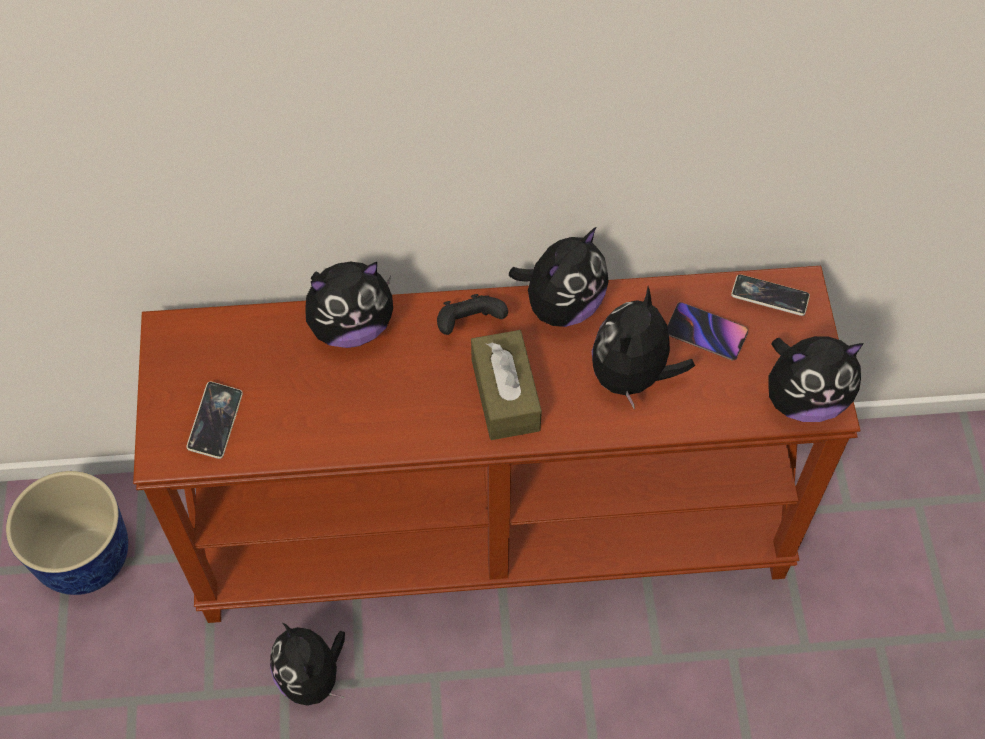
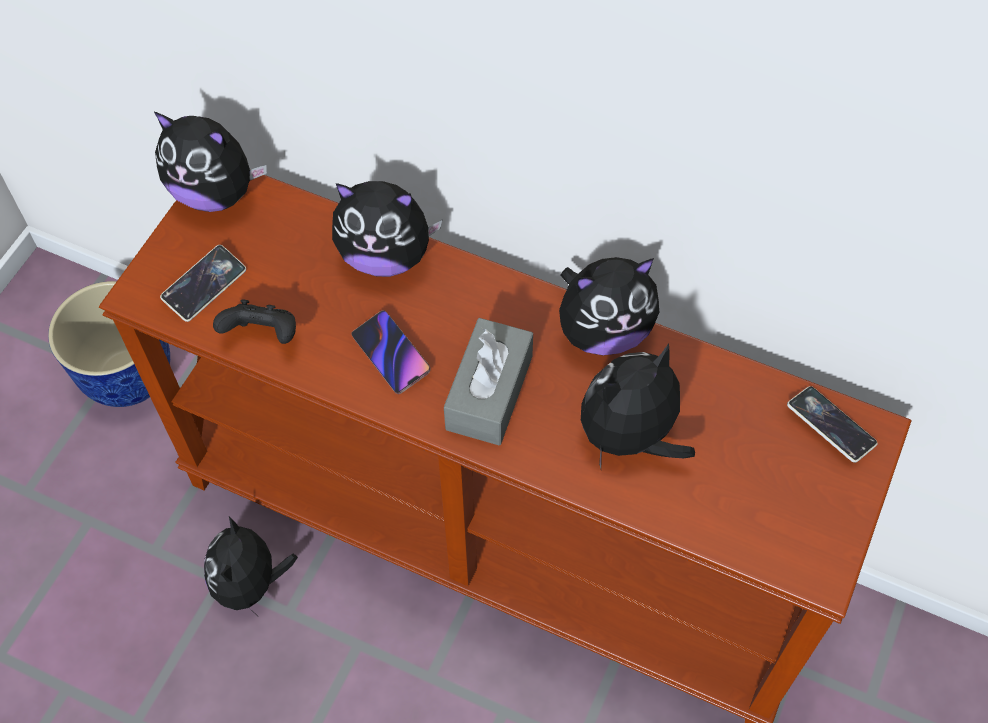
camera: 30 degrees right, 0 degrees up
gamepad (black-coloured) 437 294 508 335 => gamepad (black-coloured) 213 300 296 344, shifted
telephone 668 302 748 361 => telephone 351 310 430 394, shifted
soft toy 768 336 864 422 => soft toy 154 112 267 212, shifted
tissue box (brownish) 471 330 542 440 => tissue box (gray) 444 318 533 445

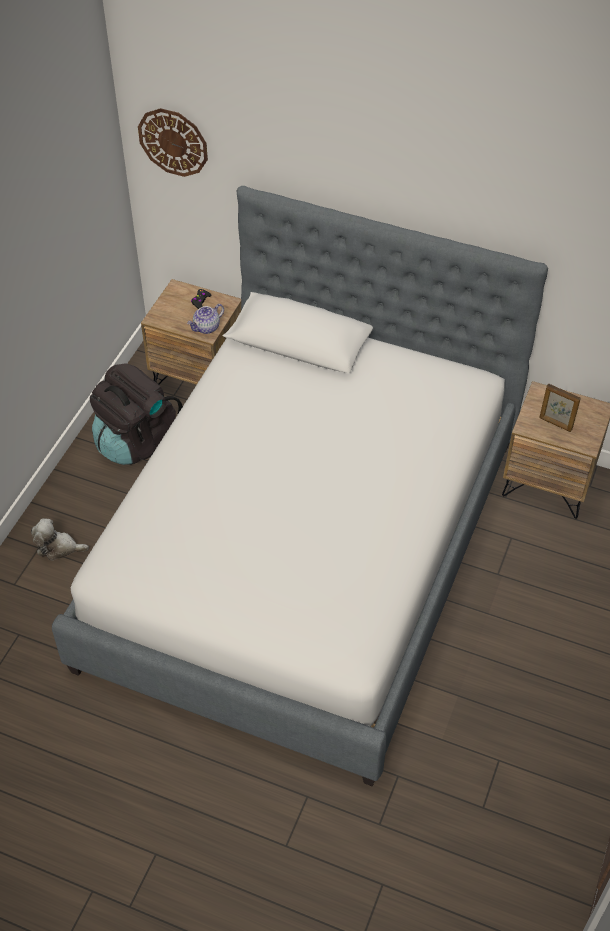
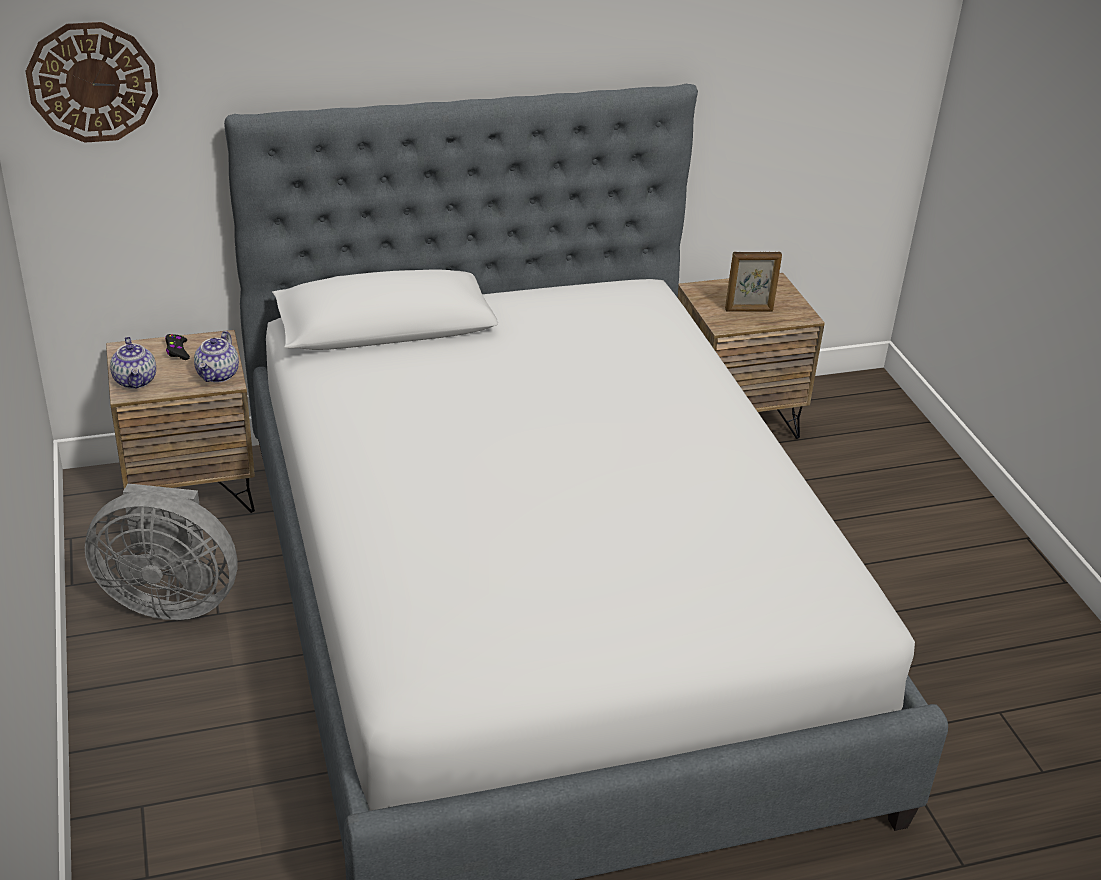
camera: 40 degrees left, 15 degrees down
soft toy 31 518 89 561 => nothing
nothing => teapot 110 337 156 389
backpack (black-coloured) 90 363 183 465 => fan (gray) 85 483 237 620

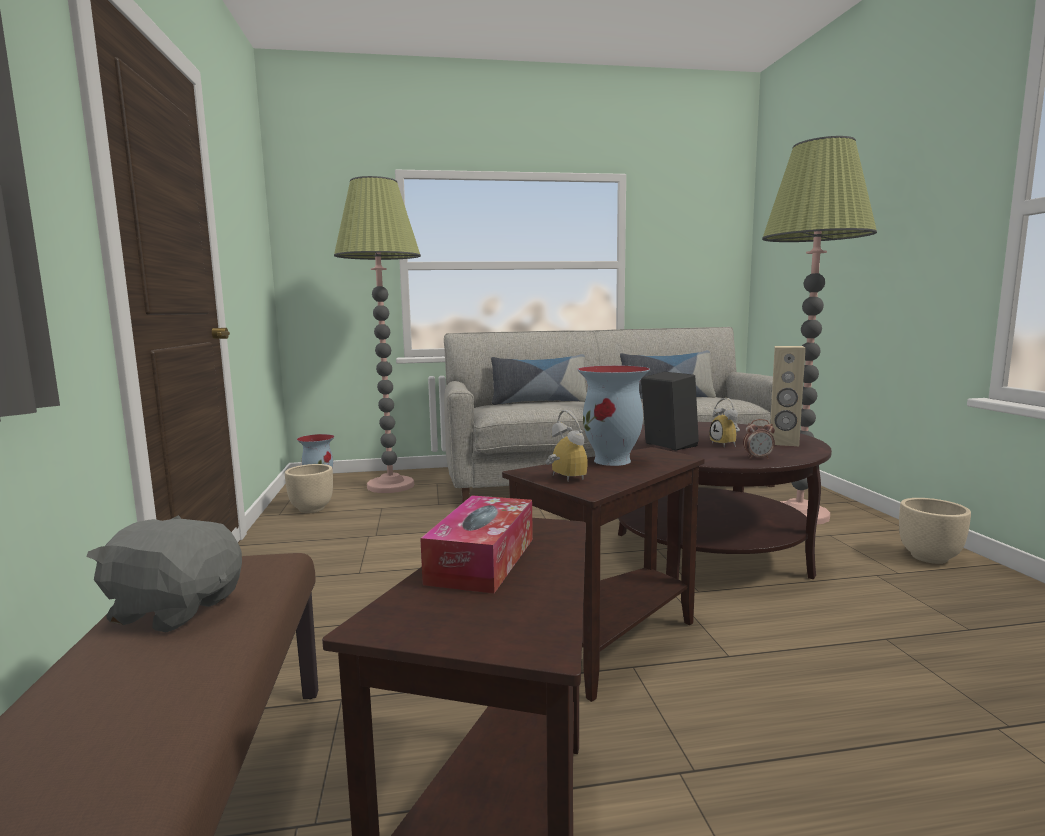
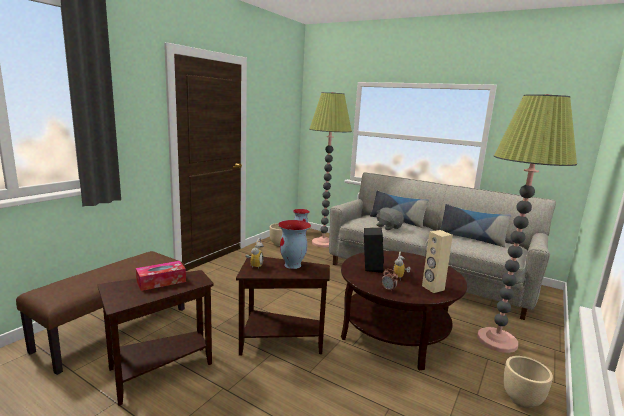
camera: 40 degrees right, 5 degrees up
soft toy (gray) 86 515 242 632 => soft toy (gray) 376 207 404 230, shifted

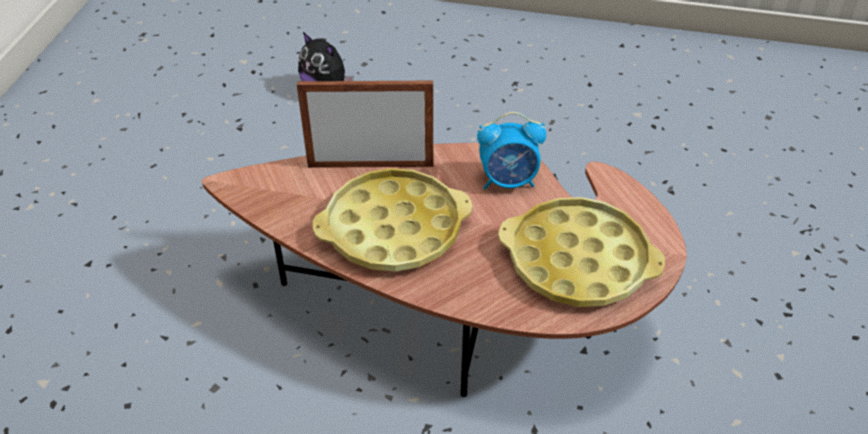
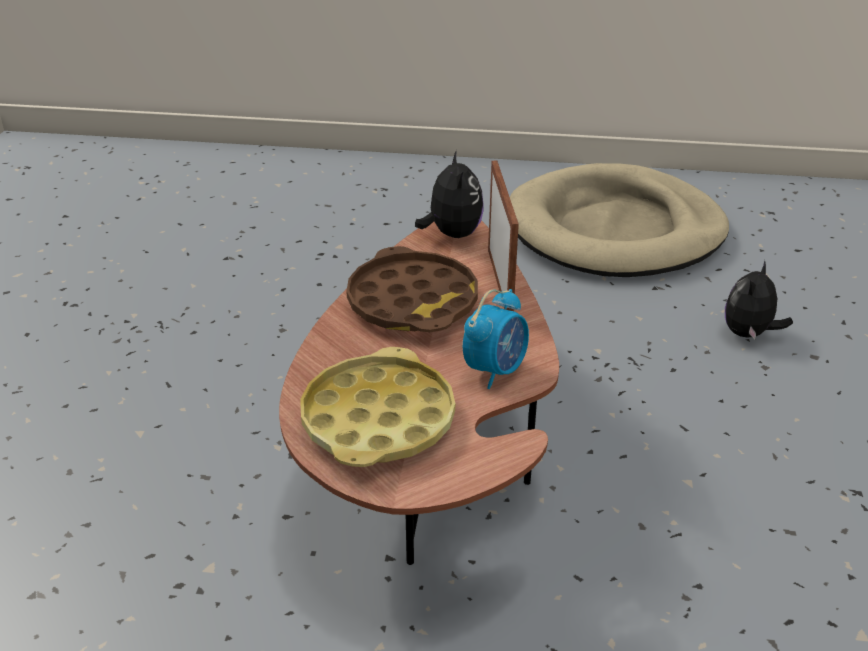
camera: 85 degrees right, 10 degrees down
nothing => soft toy 415 150 484 238
nothing => dog bed (beige-coloured) 510 163 729 277
carrying tray (yellow) 313 168 473 272 => carrying tray (brownish) 346 246 478 332
table clock 477 112 546 189 => table clock 463 289 529 389, 135 degrees counterclockwise

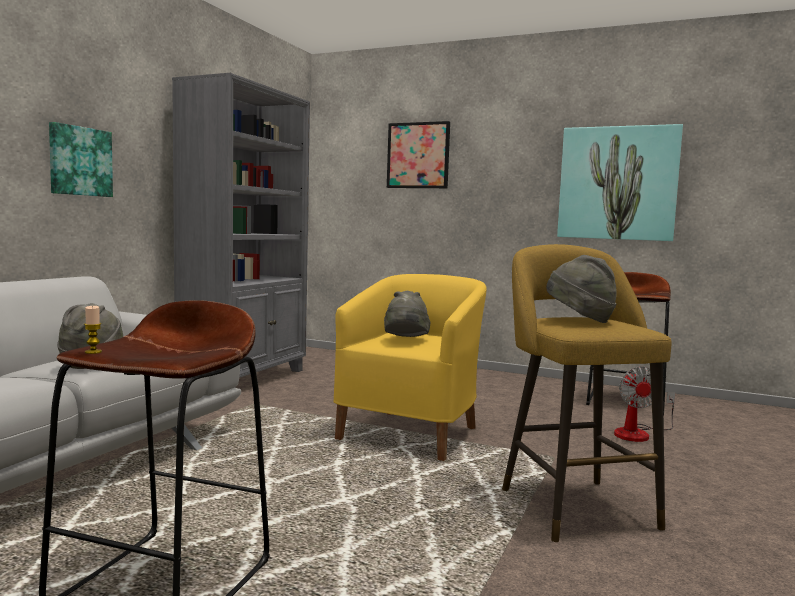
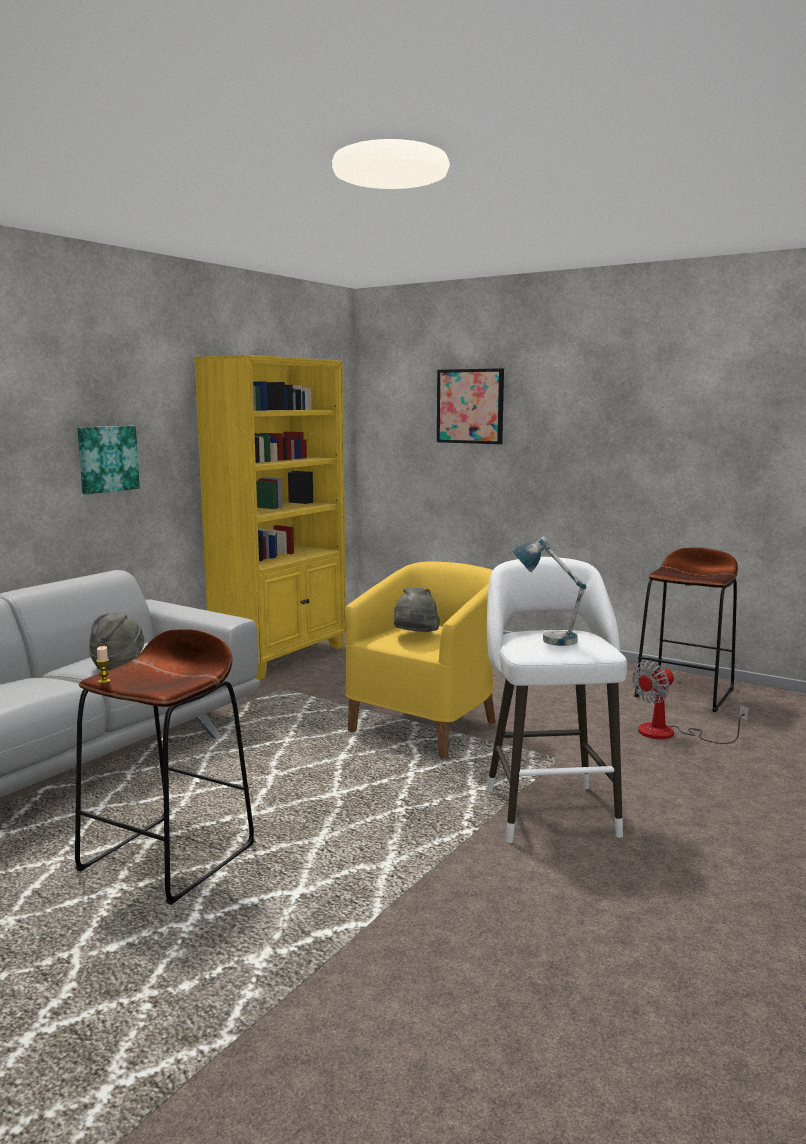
camera: 10 degrees right, 5 degrees up
wall picture 557 124 683 241 => nothing
wearable hat (gray) 546 255 617 323 => table lamp 512 537 586 646
shelving unit (gray) 172 73 310 378 => shelving unit (yellow) 194 355 346 680
sitting stool (yellow) 502 244 671 542 => sitting stool (white) 486 557 627 843
fan 614 367 675 442 => fan 632 660 749 744, 45 degrees clockwise

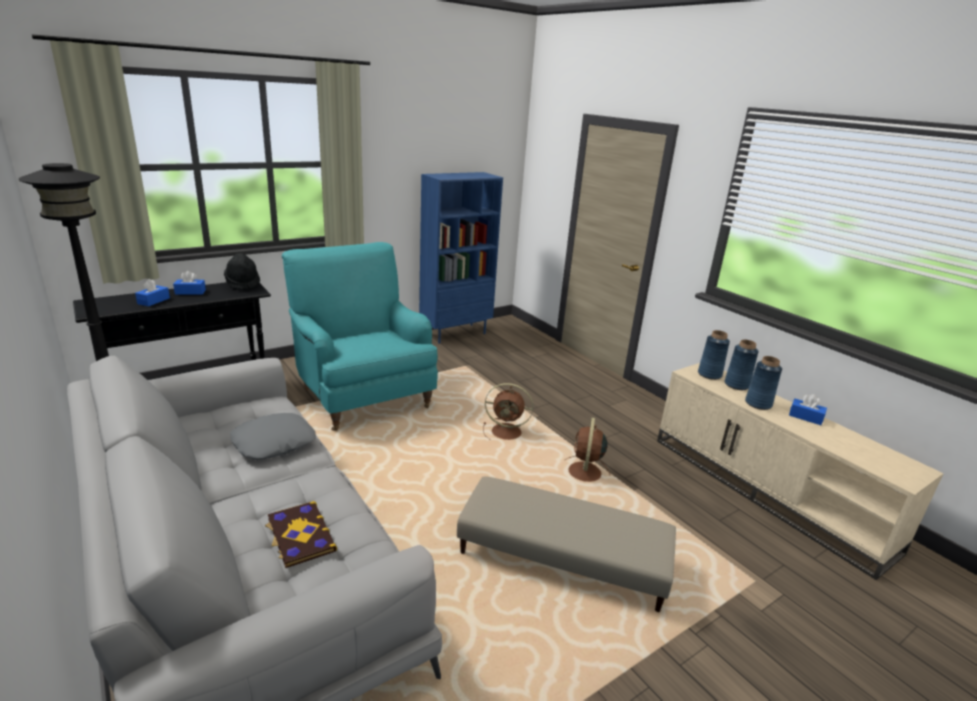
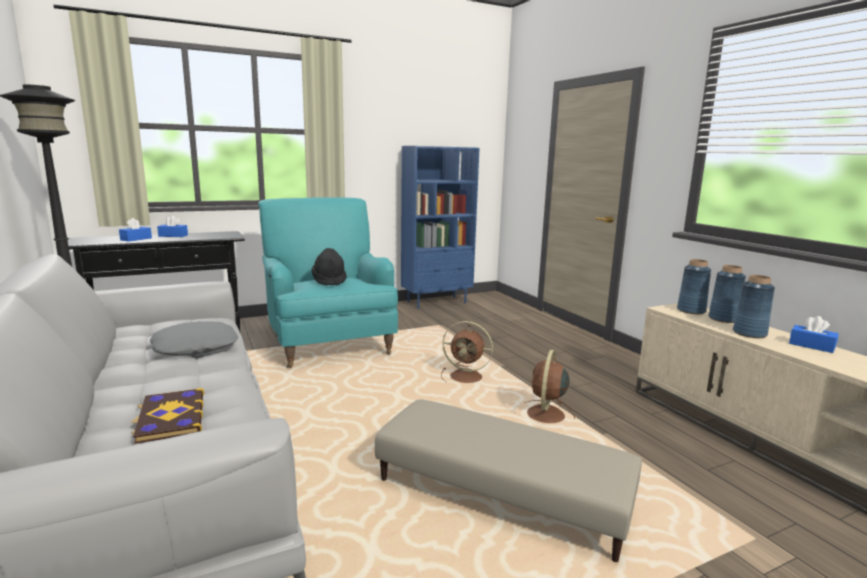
camera: 10 degrees right, 10 degrees down
wearable hat (black-coloured) 224 253 260 290 => wearable hat (black-coloured) 311 248 347 286, shifted

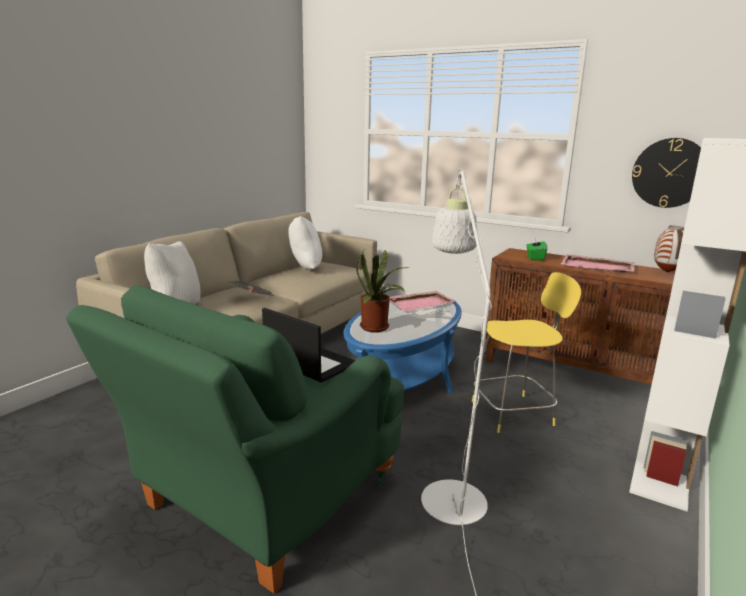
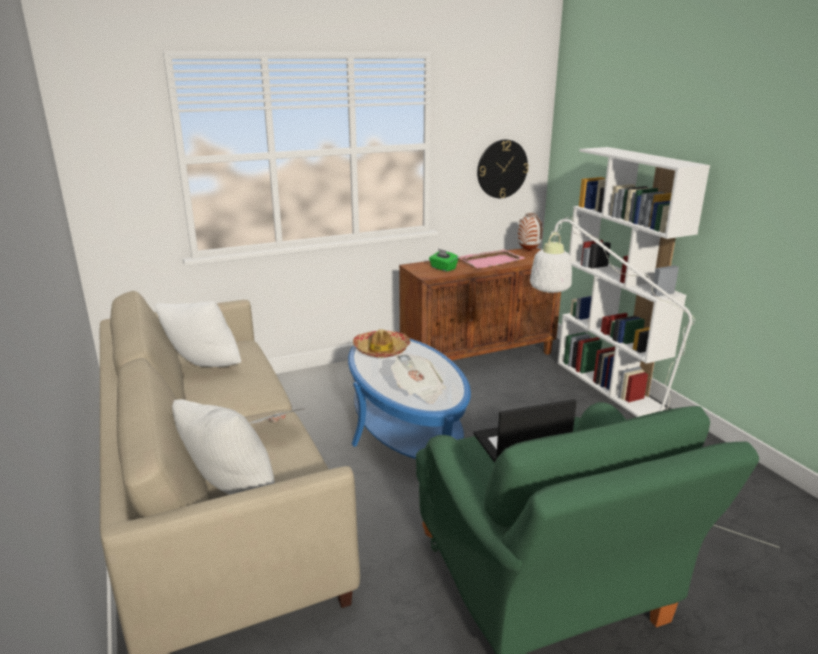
camera: 55 degrees left, 5 degrees up
sitting stool (yellow) 472 272 581 433 => nothing
plant in a pot 356 249 411 332 => printed paper 391 353 446 404
carrying tray (pink-coloured) 390 291 456 311 => wearable hat 353 329 410 358

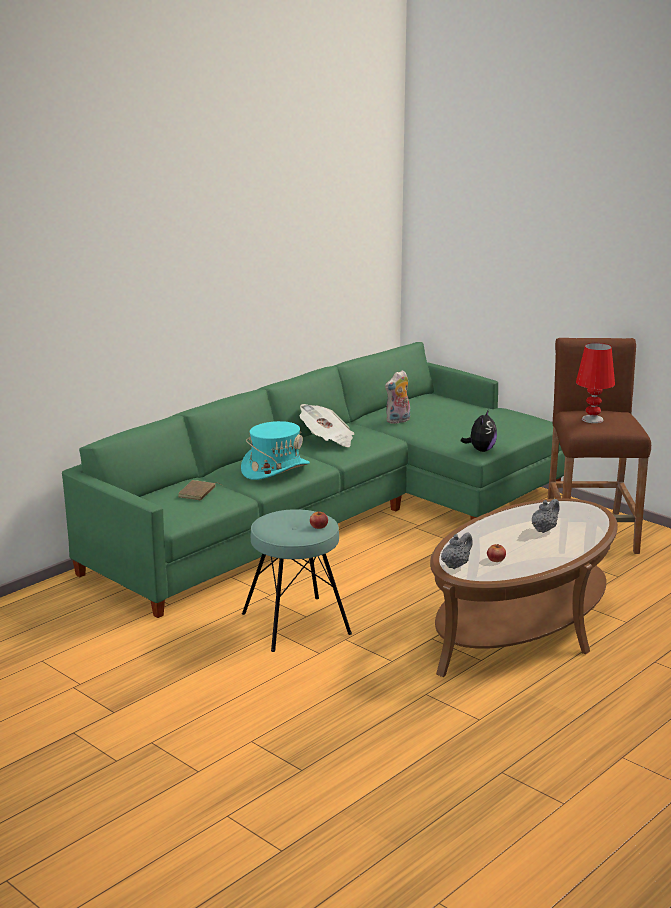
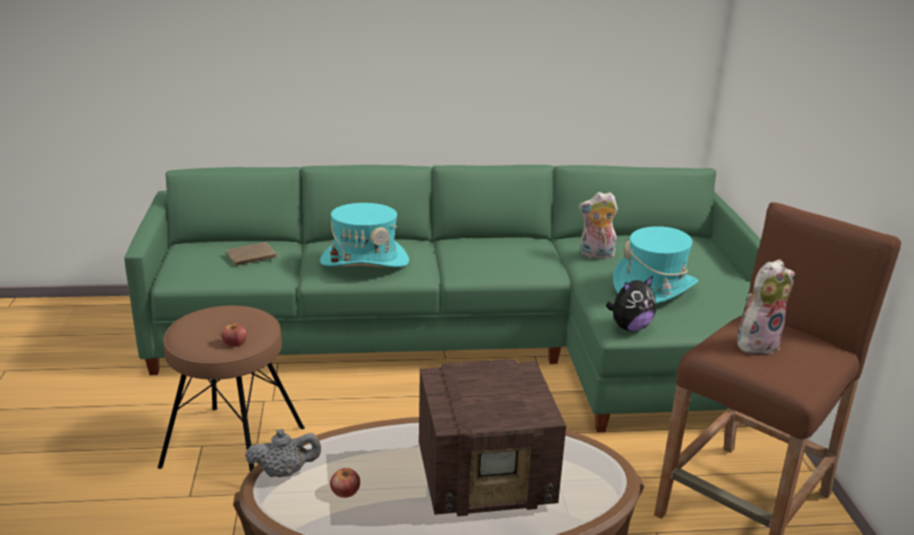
camera: 40 degrees right, 5 degrees up
printed paper 300 404 354 447 => nothing
nothing => wearable hat (blue-green) 613 226 698 304
teapot (gray) 532 499 560 533 => radio receiver 419 359 566 516
table lamp (red) 576 343 615 423 => soft toy 737 259 795 354
sitting stool (blue-green) 242 509 352 652 => sitting stool (brownish) 158 306 305 471

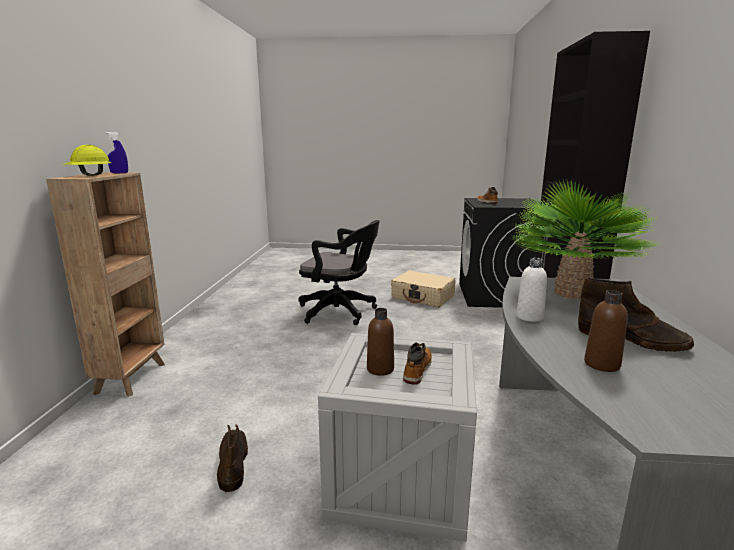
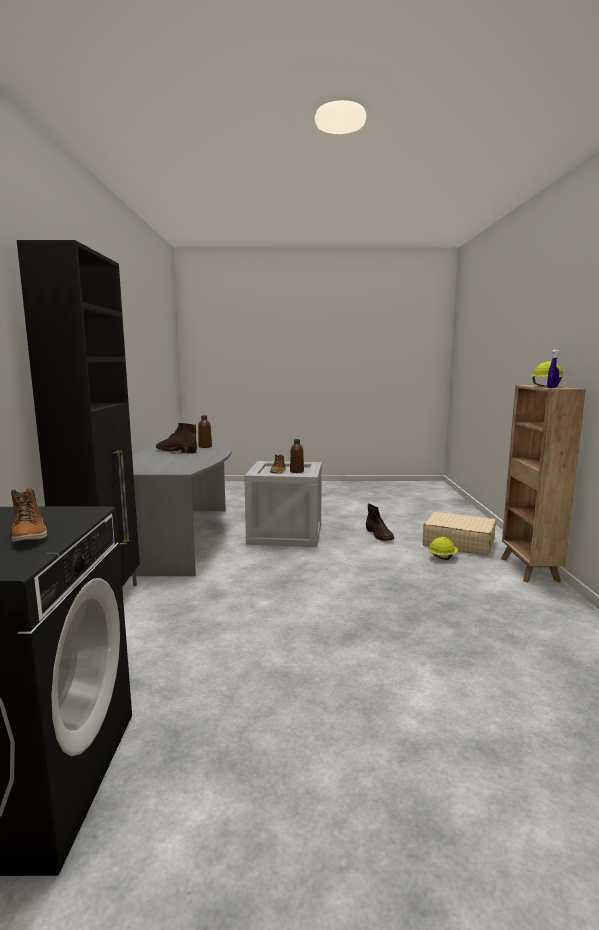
camera: 175 degrees right, 5 degrees down
desk chair (black-coloured) 298 220 380 325 => nothing
plant in a pot 511 178 657 300 => nothing
beverage bottle (white) 516 258 547 322 => nothing
nothing => work helmet (yellow) 428 537 458 560
piece of luggage (beige-coloured) 391 270 455 307 => piece of luggage (beige-coloured) 422 512 496 555, shifted

